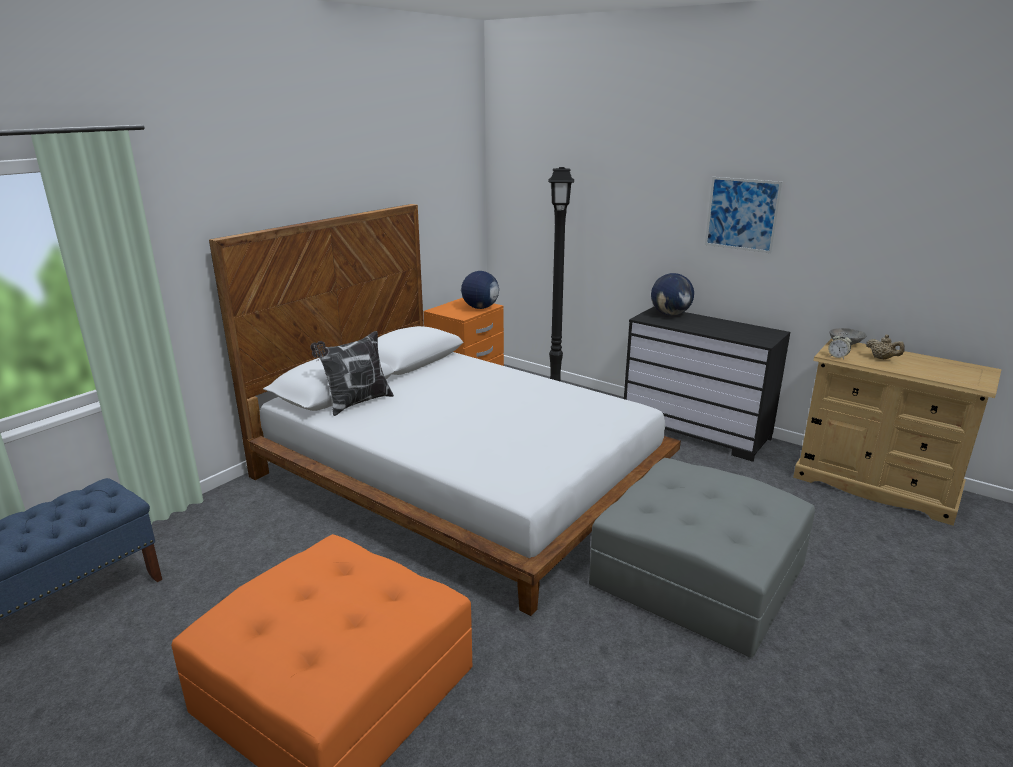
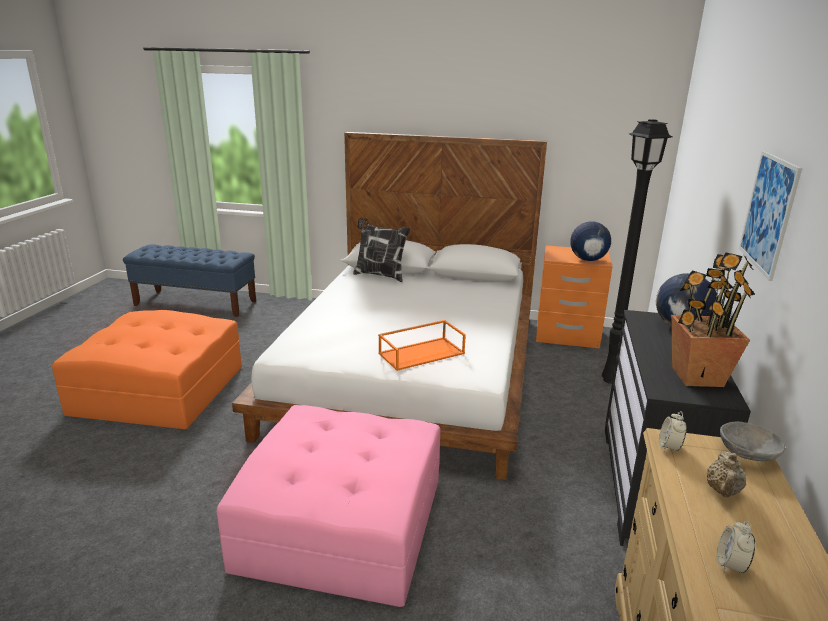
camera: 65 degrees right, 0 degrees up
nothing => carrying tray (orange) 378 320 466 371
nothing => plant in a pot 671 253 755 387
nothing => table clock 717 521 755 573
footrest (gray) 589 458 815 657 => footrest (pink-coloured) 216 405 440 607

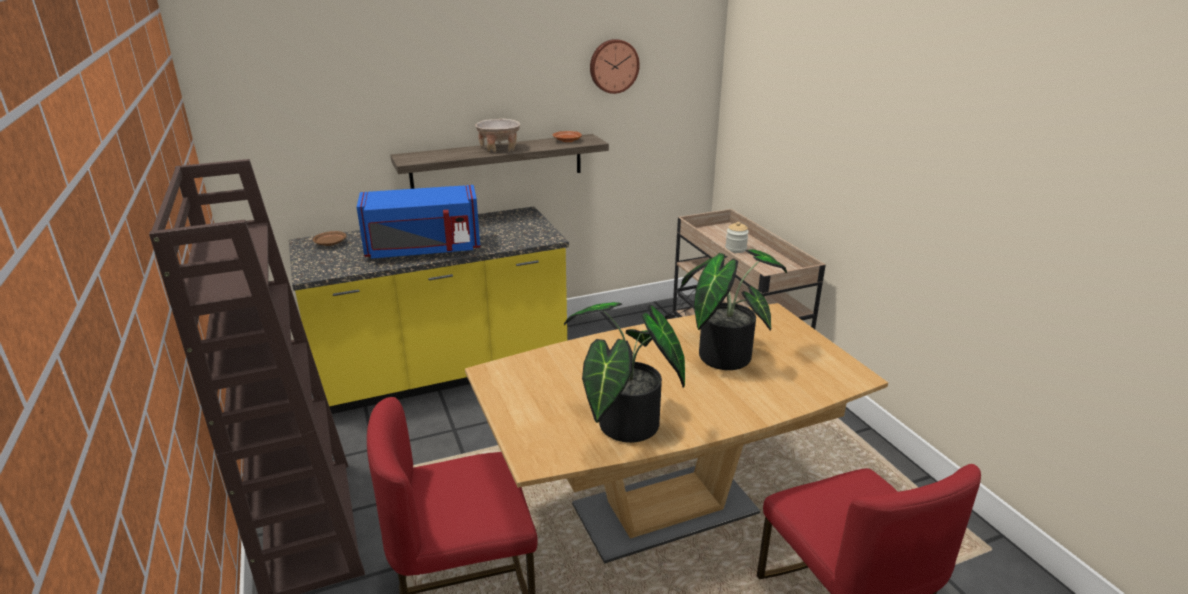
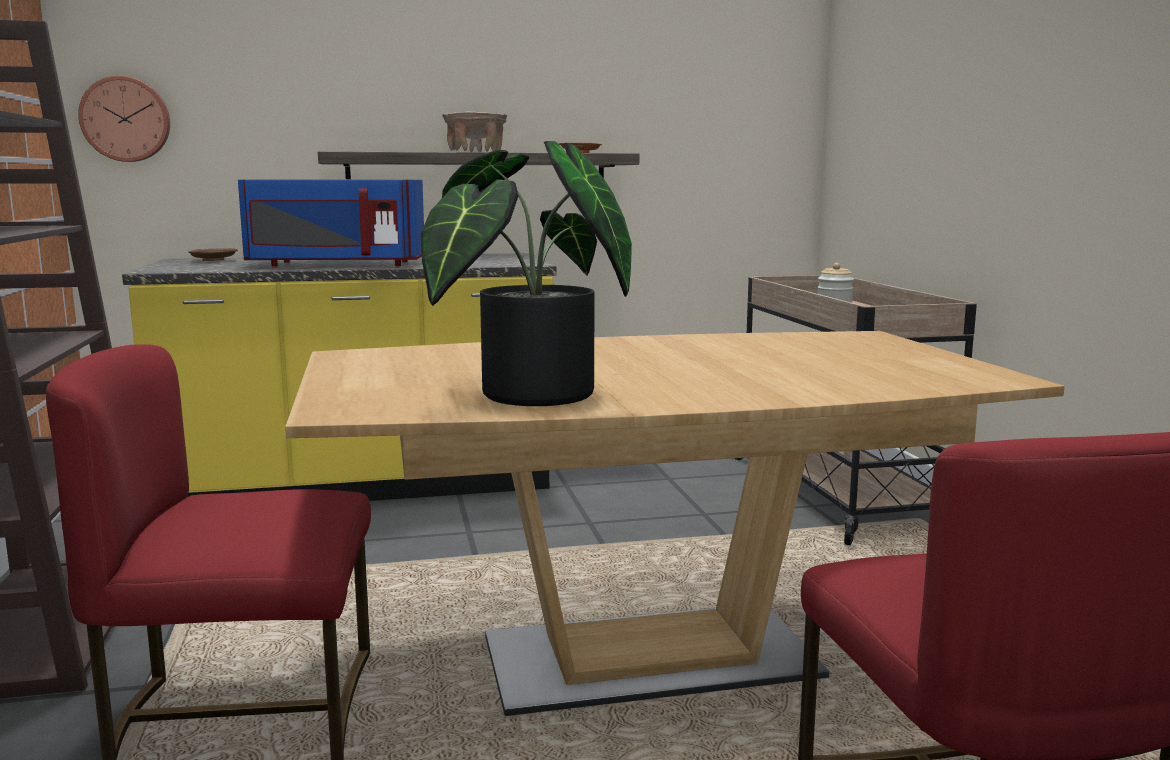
camera: 10 degrees right, 15 degrees down
plant in a pot 680 249 787 370 => nothing
clock on the wall 590 39 640 94 => clock on the wall 78 76 170 162, shifted

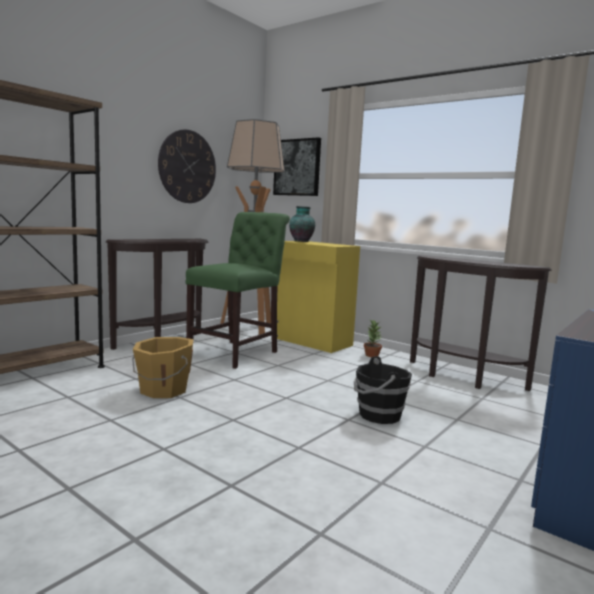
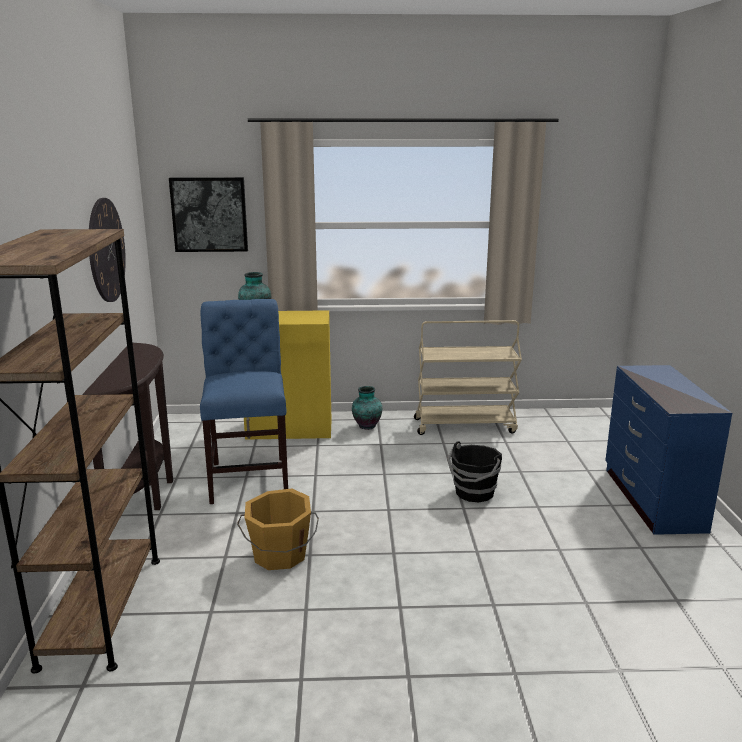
camera: 40 degrees left, 10 degrees up
floor lamp 220 119 285 335 => nothing
plant in a pot 364 320 382 357 => decorative vase 352 386 382 430
hall table (brownish) 410 255 552 391 => trolley (beige-coloured) 414 320 522 435
plain chair (green-coloured) 186 212 290 369 => plain chair (bluish) 200 299 288 504

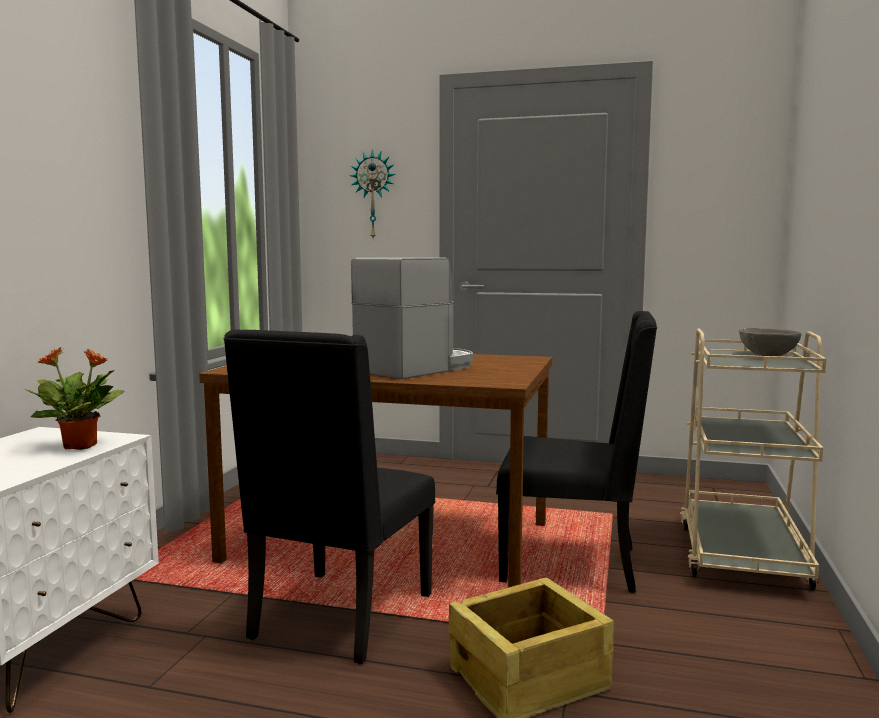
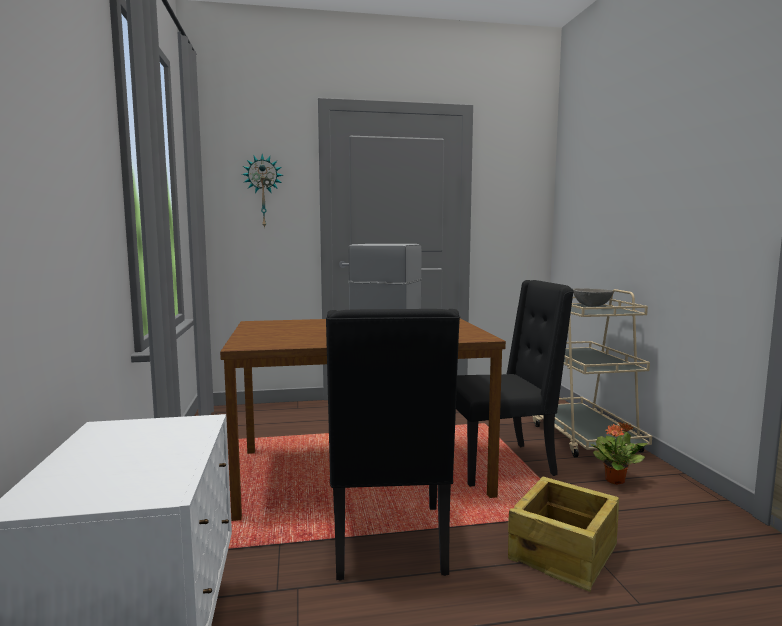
camera: 25 degrees left, 0 degrees up
plant in a pot 25 347 125 450 => plant in a pot 591 422 648 485, shifted

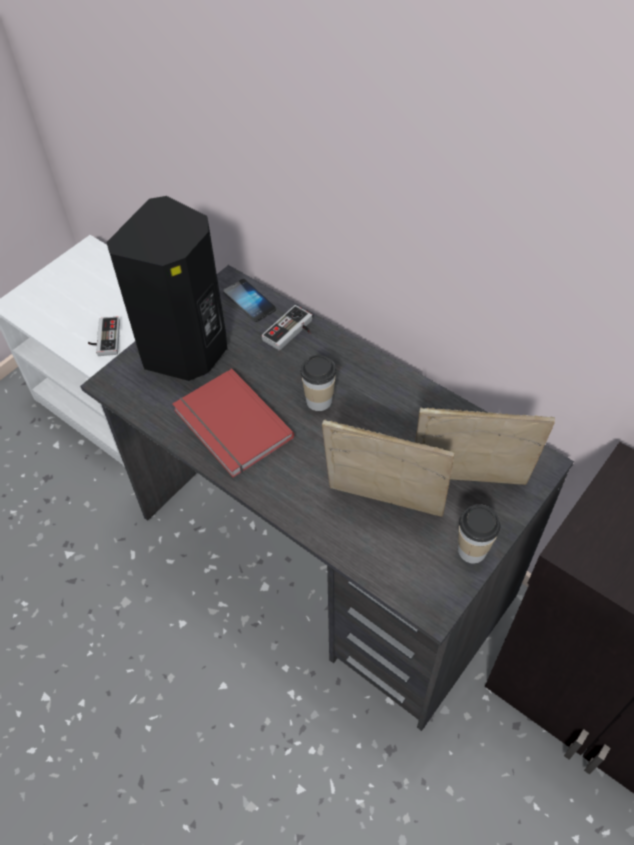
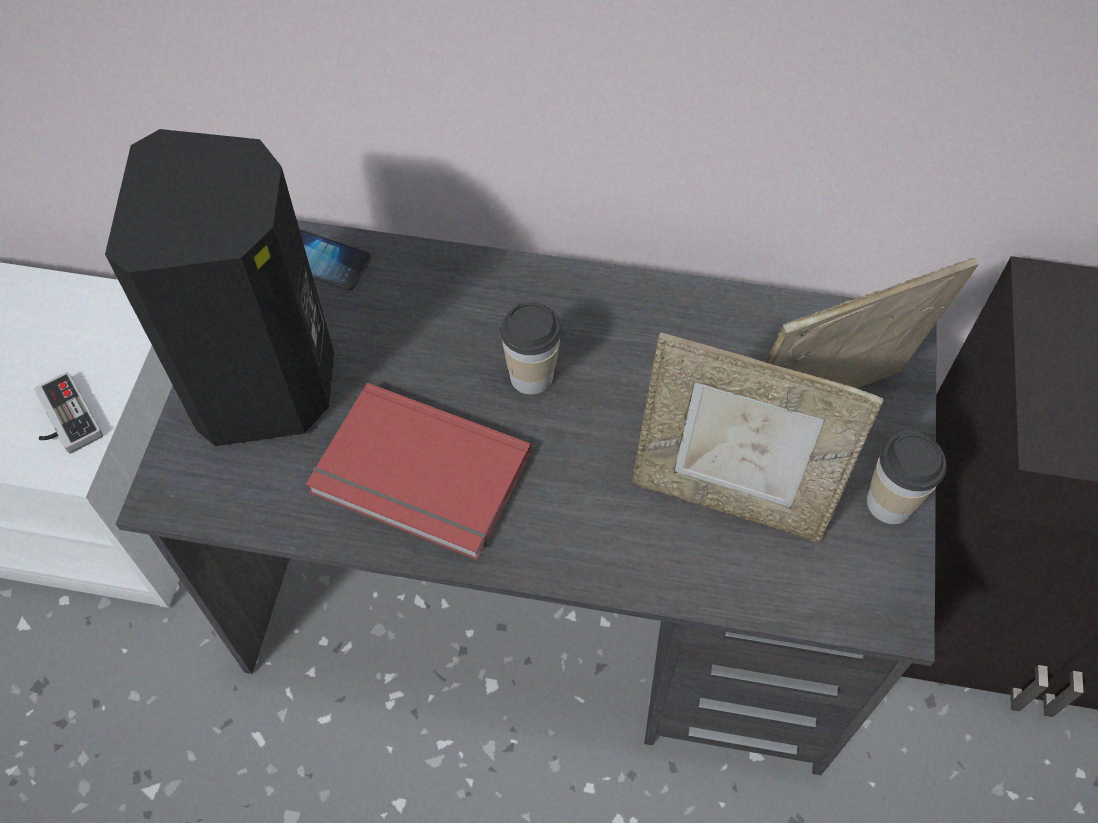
camera: 30 degrees left, 5 degrees up
gamepad 262 305 312 351 => nothing
picture frame 322 420 455 517 => picture frame 632 332 883 542, 150 degrees counterclockwise

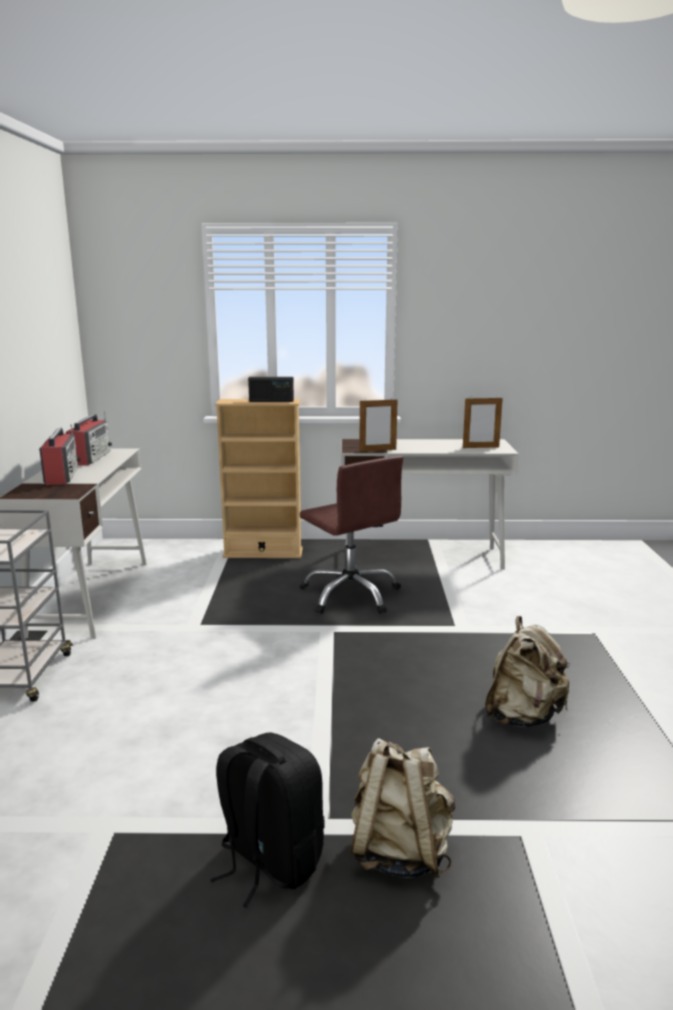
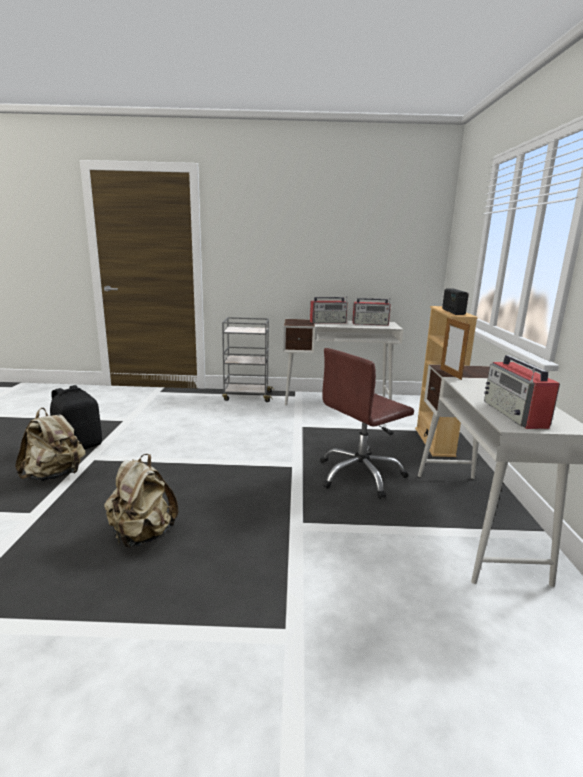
camera: 90 degrees right, 0 degrees up
picture frame 463 398 503 448 => radio receiver 484 355 560 429

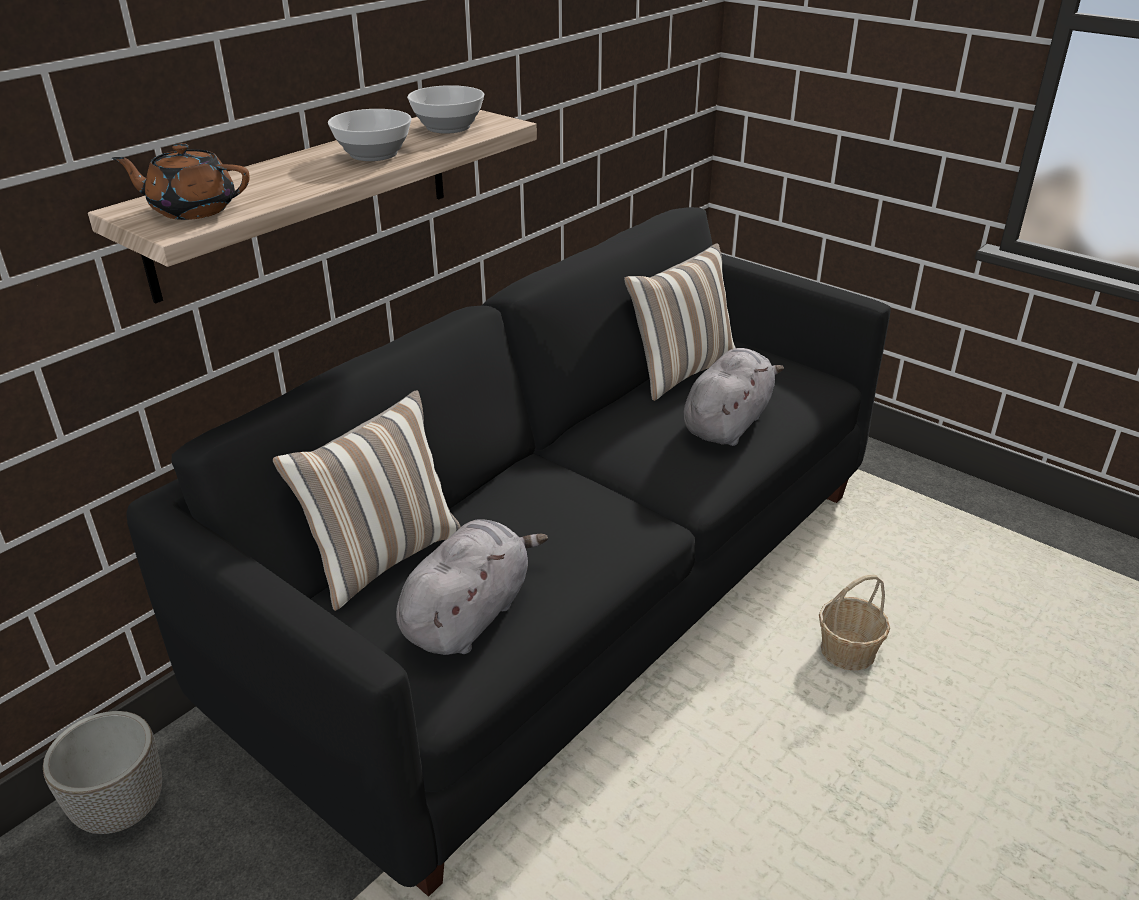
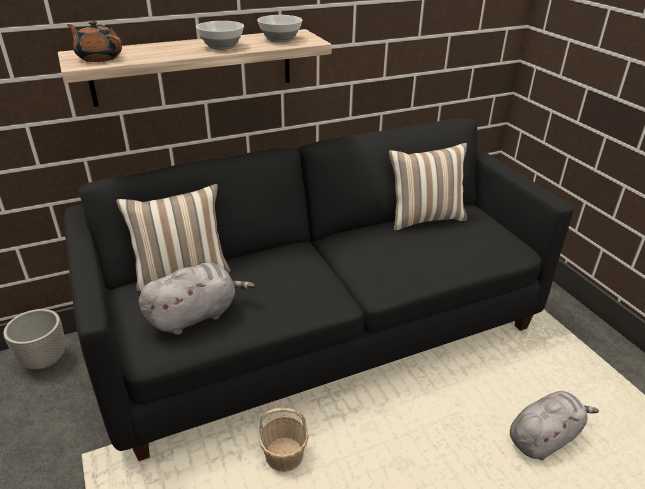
camera: 25 degrees right, 0 degrees up
soft toy (gray) 683 348 784 446 => soft toy (gray) 510 391 599 460, shifted
basket 819 575 890 671 => basket 259 408 309 472, shifted

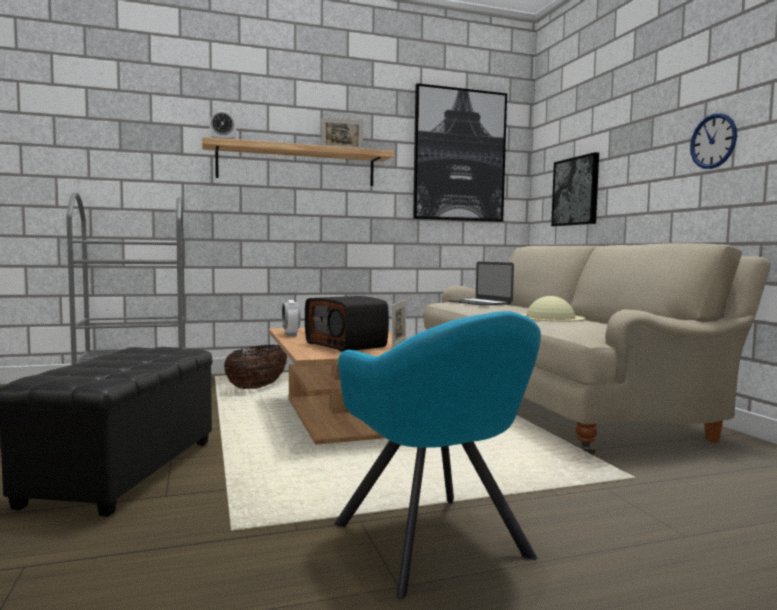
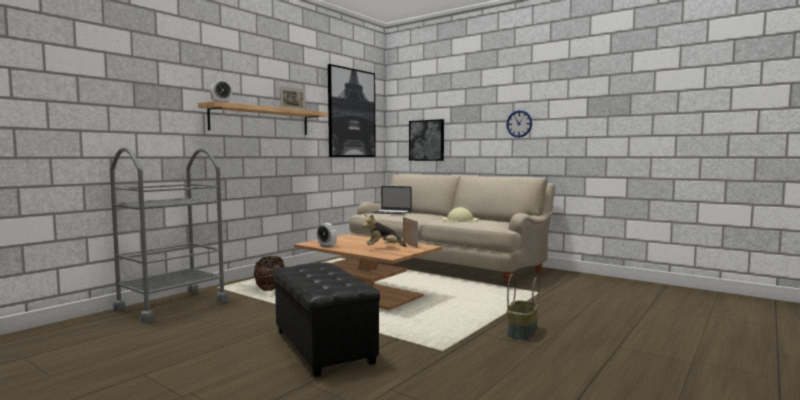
camera: 35 degrees left, 0 degrees up
radio receiver 305 296 389 352 => soft toy 363 214 407 247
armchair (blue-green) 334 311 541 599 => basket 507 274 540 340

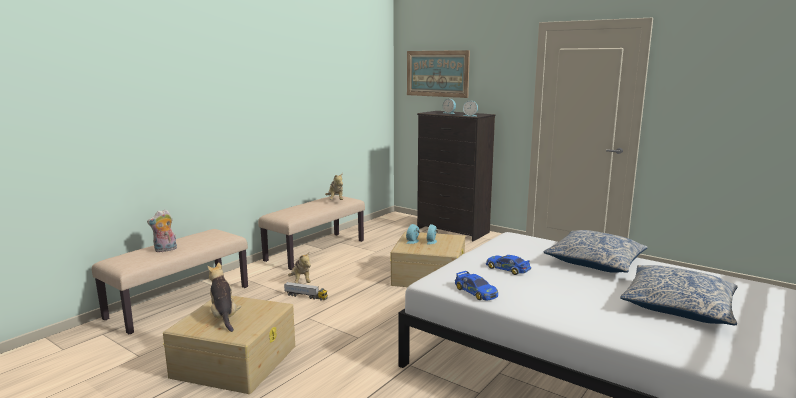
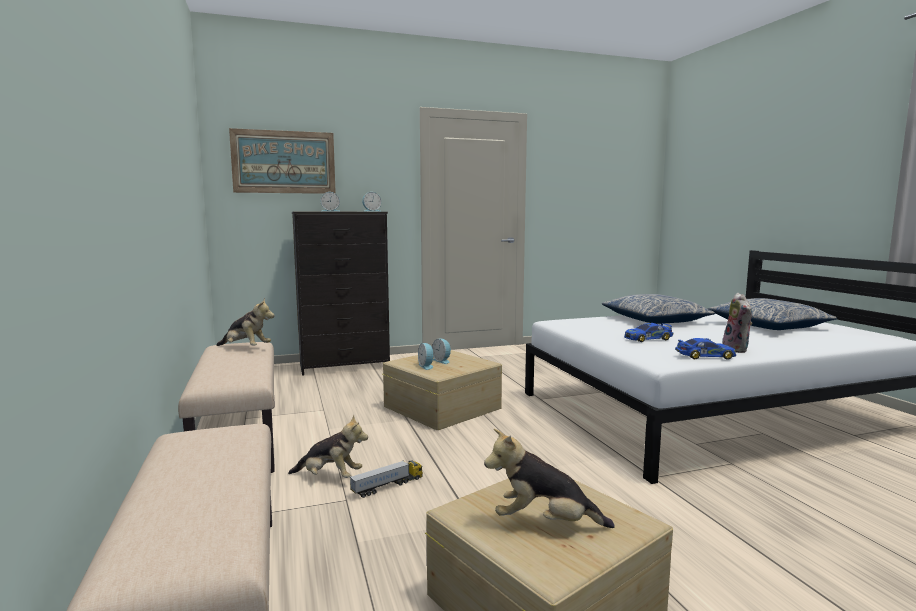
camera: 55 degrees left, 5 degrees down
soft toy 147 209 177 252 => soft toy 722 293 752 353, shifted

